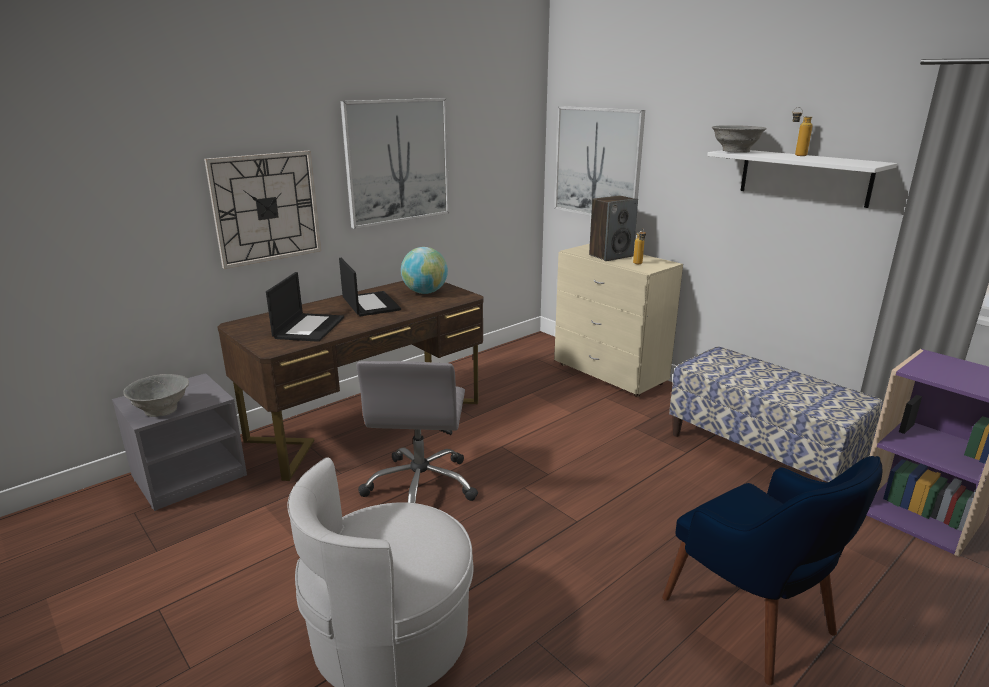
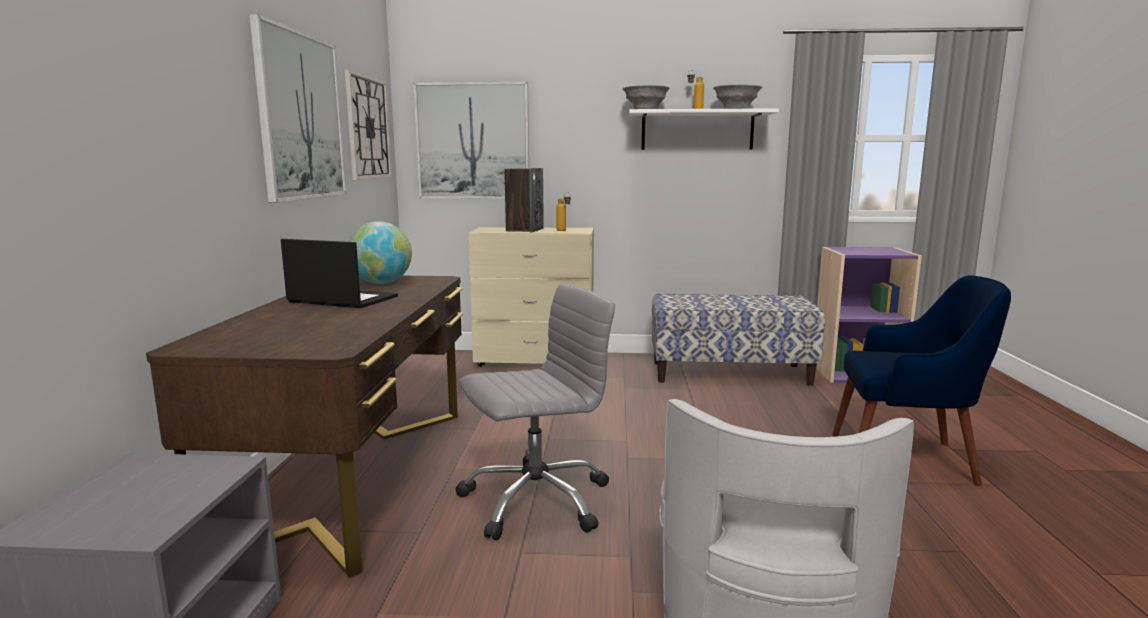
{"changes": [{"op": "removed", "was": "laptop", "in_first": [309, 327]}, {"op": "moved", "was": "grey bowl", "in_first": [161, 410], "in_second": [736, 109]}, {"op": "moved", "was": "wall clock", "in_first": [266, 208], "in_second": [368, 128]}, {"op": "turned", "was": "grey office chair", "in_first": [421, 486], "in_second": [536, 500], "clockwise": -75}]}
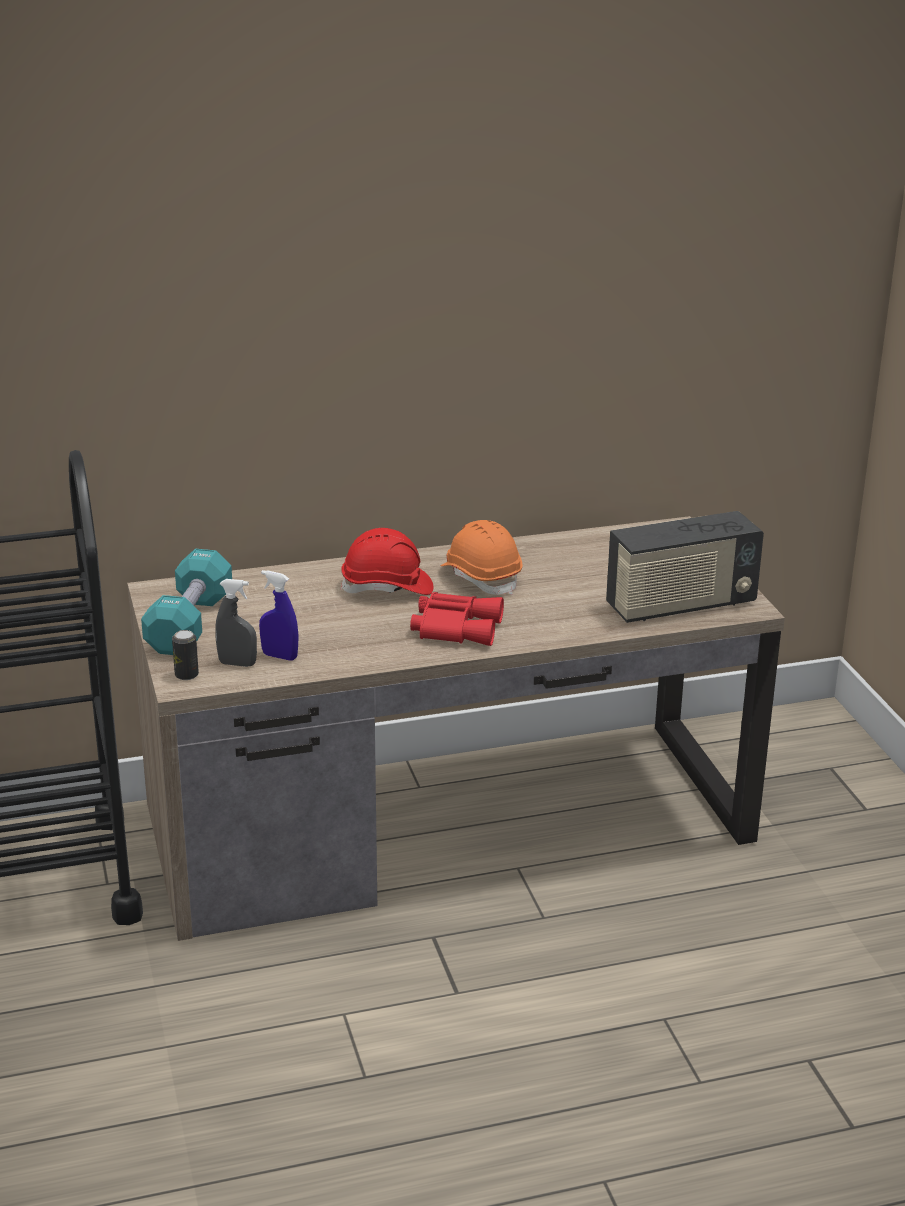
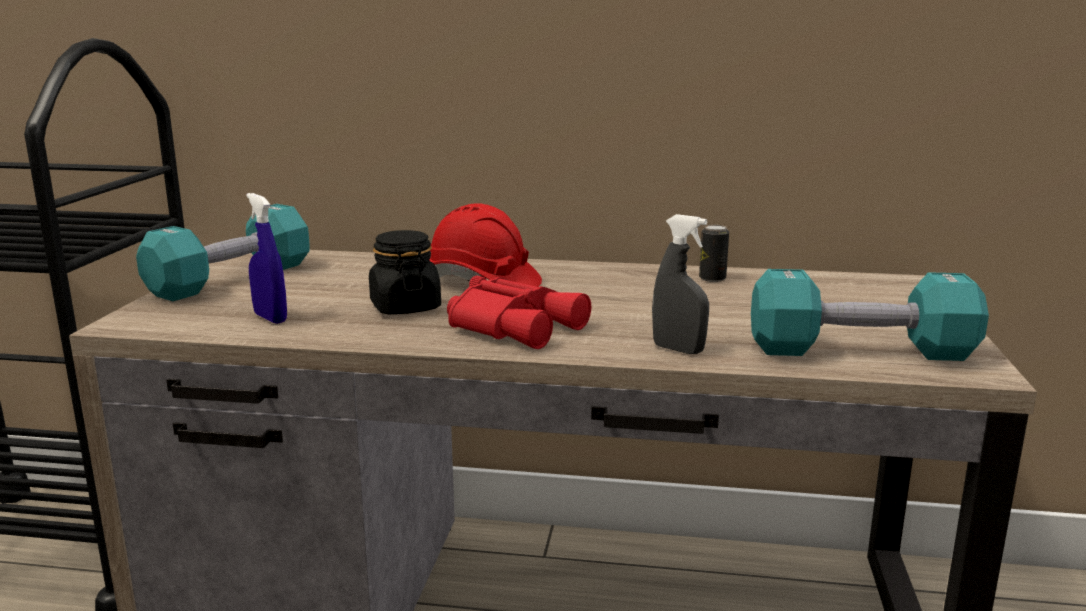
{"changes": [{"op": "removed", "was": "orange hard hat", "in_first": [481, 577]}, {"op": "added", "now": "black jar", "in_second": [405, 307]}, {"op": "moved", "was": "can", "in_first": [186, 675], "in_second": [712, 279]}, {"op": "moved", "was": "grey spray bottle", "in_first": [237, 664], "in_second": [678, 349]}, {"op": "replaced", "was": "radio", "now": "turquoise dumbbell", "in_first": [680, 605], "in_second": [860, 352]}]}
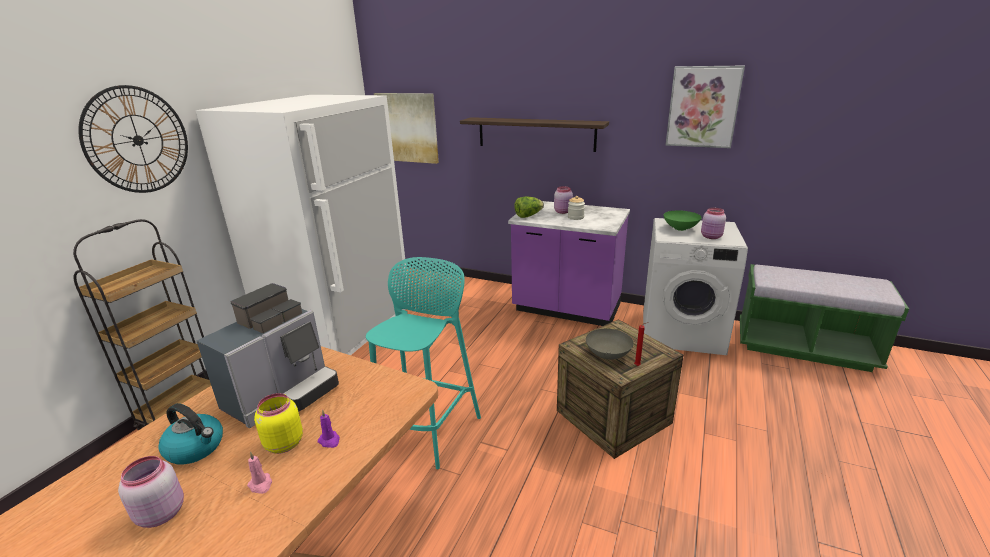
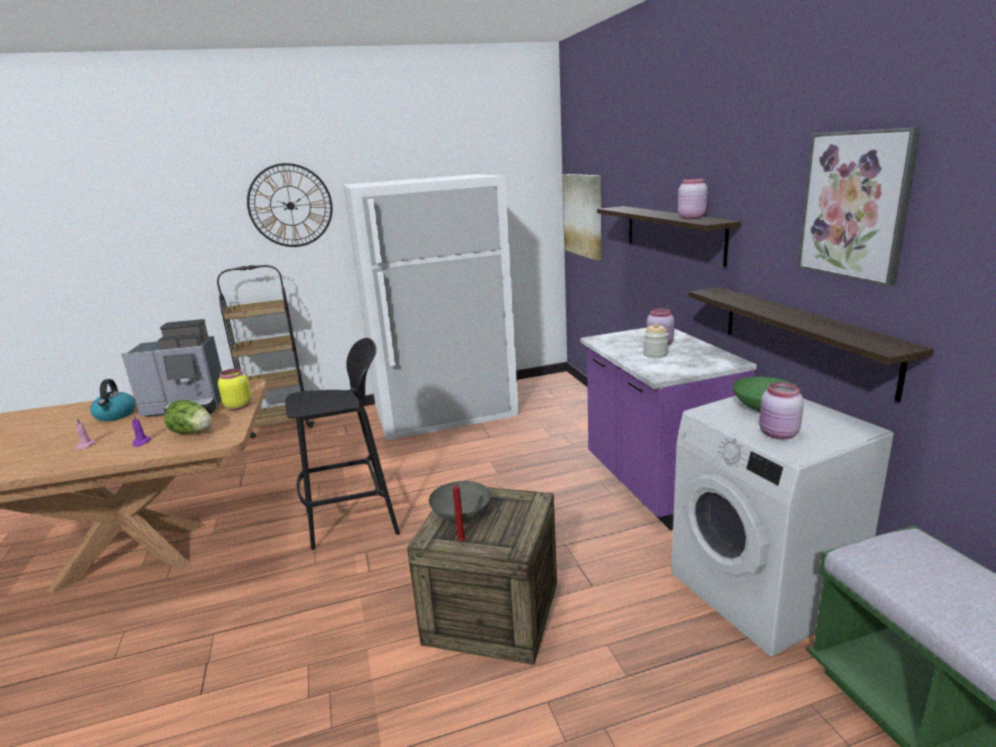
{"changes": [{"op": "added", "now": "shelf", "in_second": [803, 337]}, {"op": "moved", "was": "pink jar", "in_first": [160, 513], "in_second": [691, 218]}, {"op": "moved", "was": "yellow jar", "in_first": [283, 443], "in_second": [238, 406]}, {"op": "moved", "was": "lettuce", "in_first": [528, 216], "in_second": [193, 432]}, {"op": "recoloured", "was": "turquoise stool", "now": "black stool", "in_first": [427, 430], "in_second": [354, 519]}]}
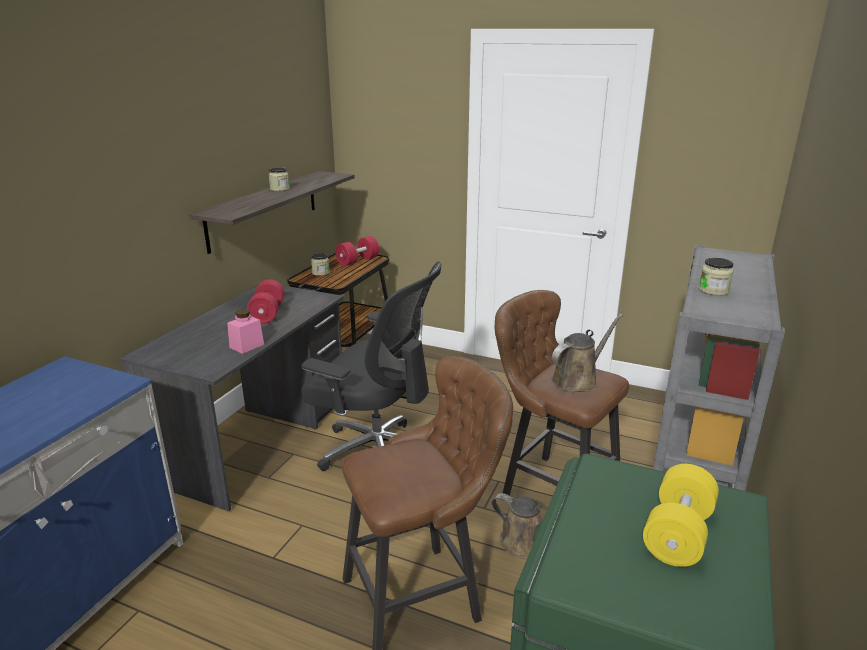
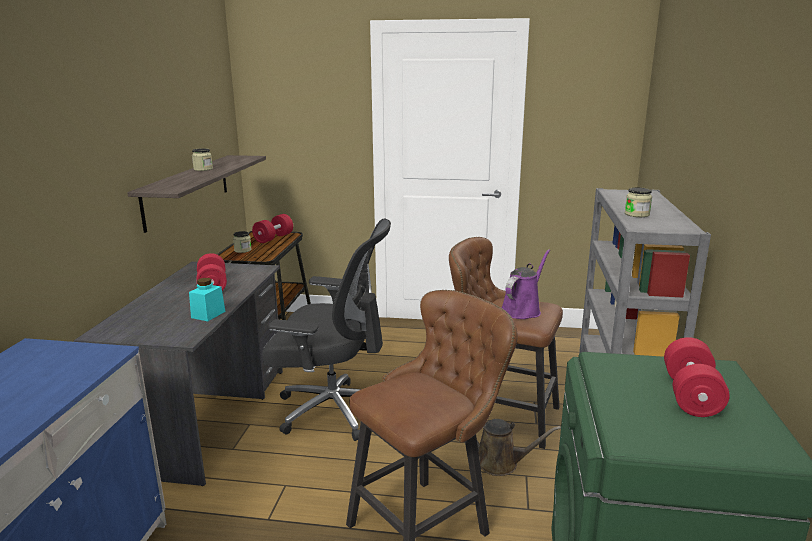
{"changes": [{"op": "recoloured", "was": "pink jar", "now": "turquoise jar", "in_first": [247, 346], "in_second": [208, 314]}, {"op": "recoloured", "was": "brown watering can", "now": "purple watering can", "in_first": [577, 380], "in_second": [522, 310]}, {"op": "recoloured", "was": "yellow dumbbell", "now": "red dumbbell", "in_first": [677, 533], "in_second": [690, 395]}]}
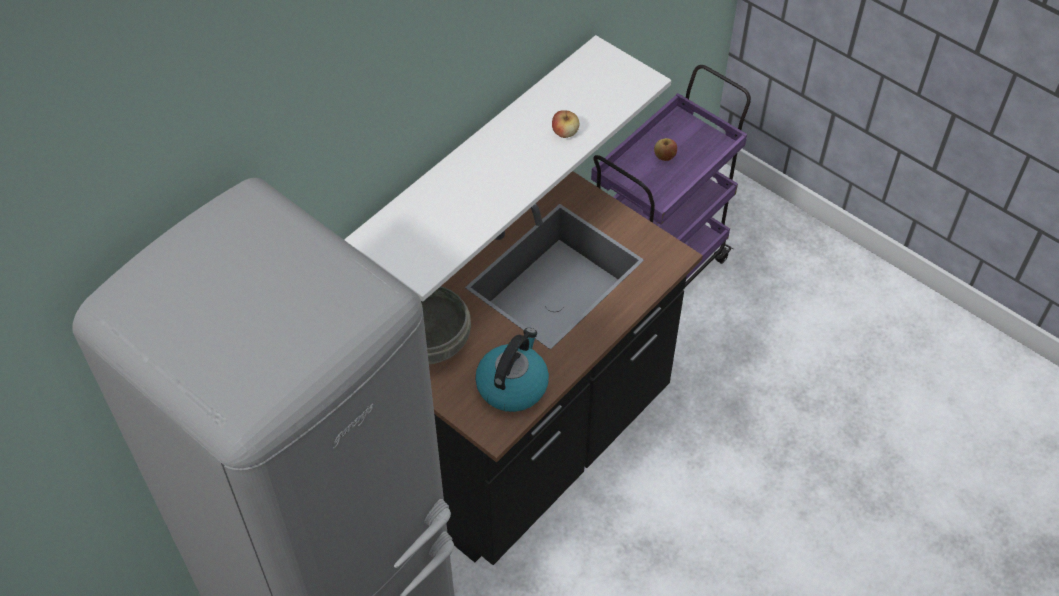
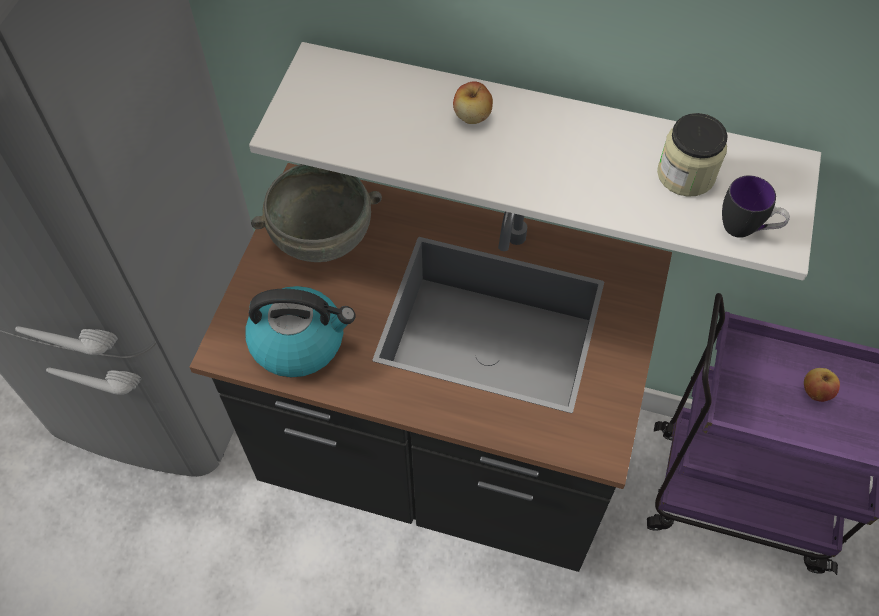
{"changes": [{"op": "added", "now": "jar", "in_second": [686, 174]}, {"op": "added", "now": "mug", "in_second": [746, 230]}, {"op": "moved", "was": "apple", "in_first": [565, 132], "in_second": [472, 116]}]}
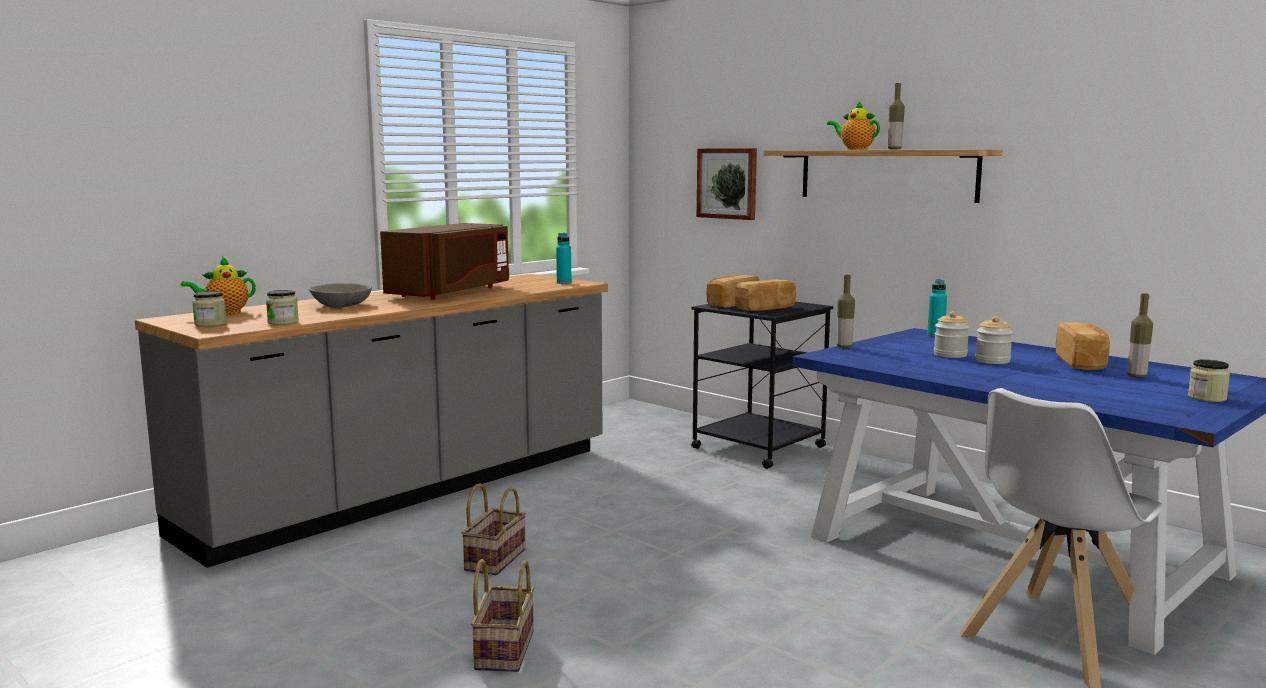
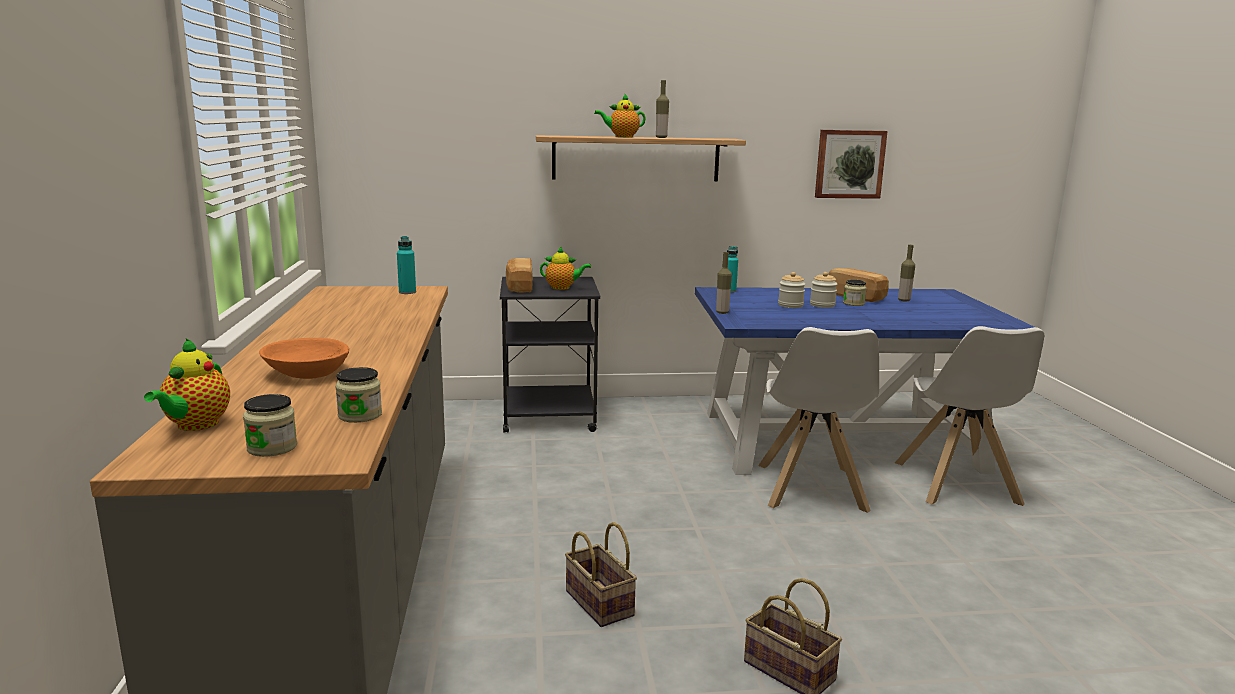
{"changes": [{"op": "removed", "was": "brown microwave", "in_first": [451, 292]}, {"op": "added", "now": "chair", "in_second": [811, 489]}, {"op": "moved", "was": "picture", "in_first": [727, 183], "in_second": [849, 164]}, {"op": "moved", "was": "jar", "in_first": [1207, 398], "in_second": [853, 303]}, {"op": "replaced", "was": "bread", "now": "teapot", "in_first": [766, 309], "in_second": [563, 288]}, {"op": "recoloured", "was": "grey bowl", "now": "orange bowl", "in_first": [341, 305], "in_second": [307, 372]}]}
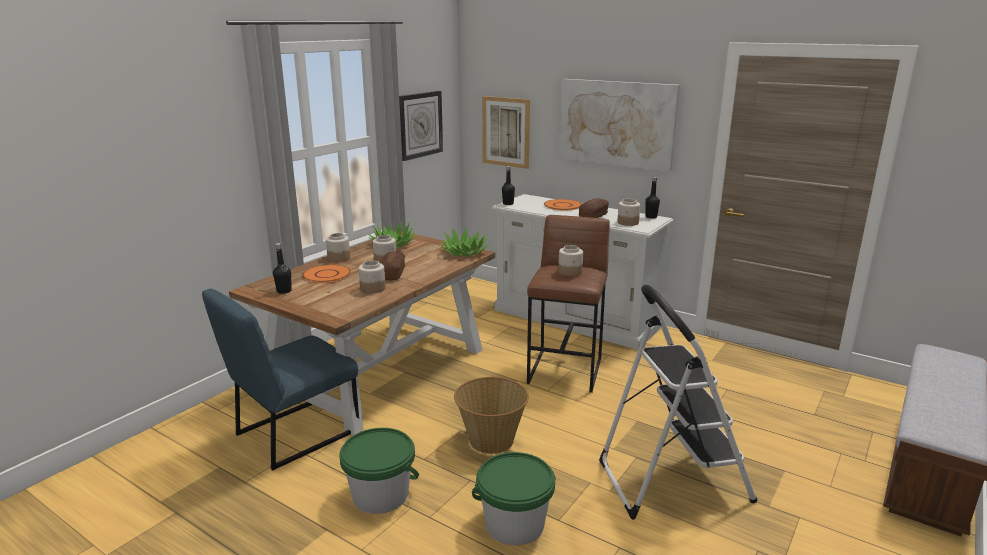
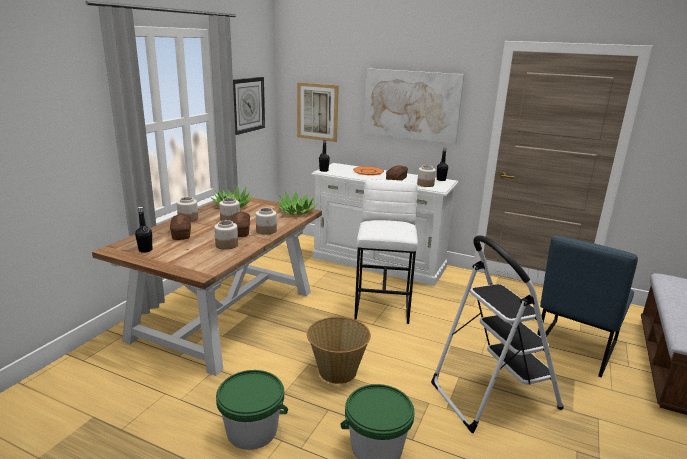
{"changes": [{"op": "moved", "was": "blue chair", "in_first": [294, 433], "in_second": [574, 347]}, {"op": "moved", "was": "jar", "in_first": [570, 272], "in_second": [266, 231]}, {"op": "replaced", "was": "orange plate", "now": "bread", "in_first": [327, 274], "in_second": [181, 234]}, {"op": "recoloured", "was": "brown stool", "now": "white stool", "in_first": [565, 370], "in_second": [382, 305]}]}
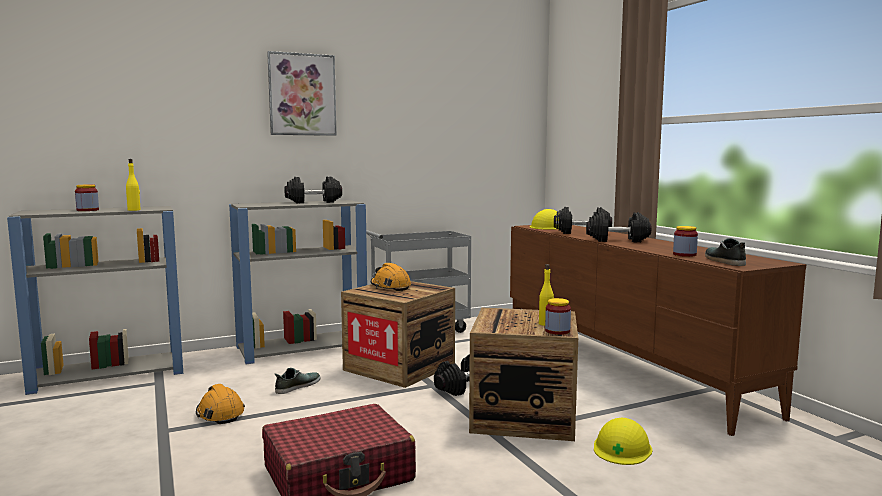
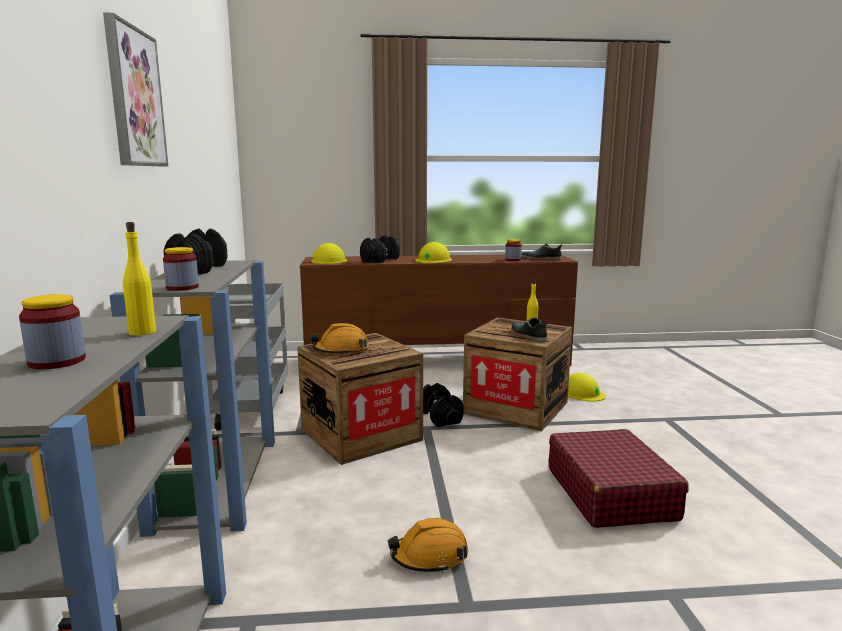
{"changes": [{"op": "moved", "was": "shoe", "in_first": [297, 386], "in_second": [528, 336]}, {"op": "moved", "was": "jar", "in_first": [557, 331], "in_second": [182, 287]}, {"op": "replaced", "was": "black dumbbell", "now": "yellow hard hat", "in_first": [617, 240], "in_second": [433, 260]}]}
